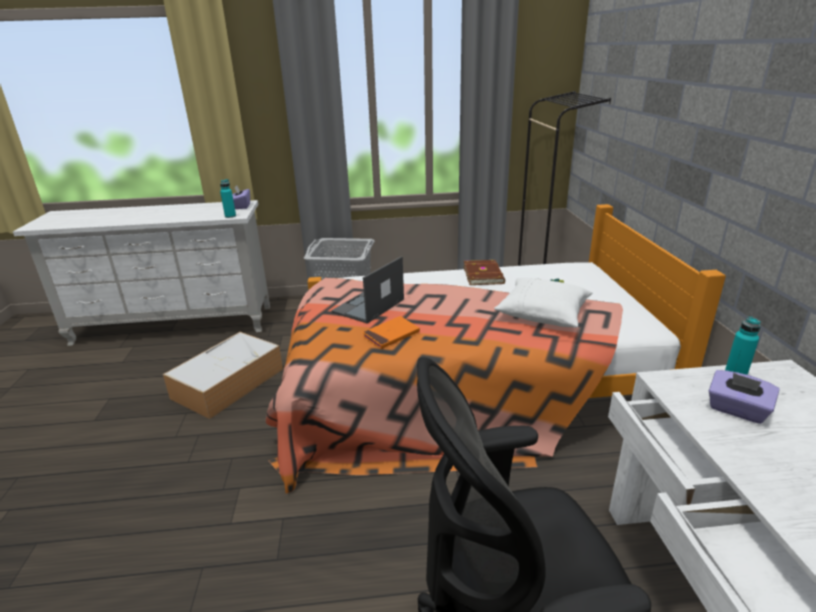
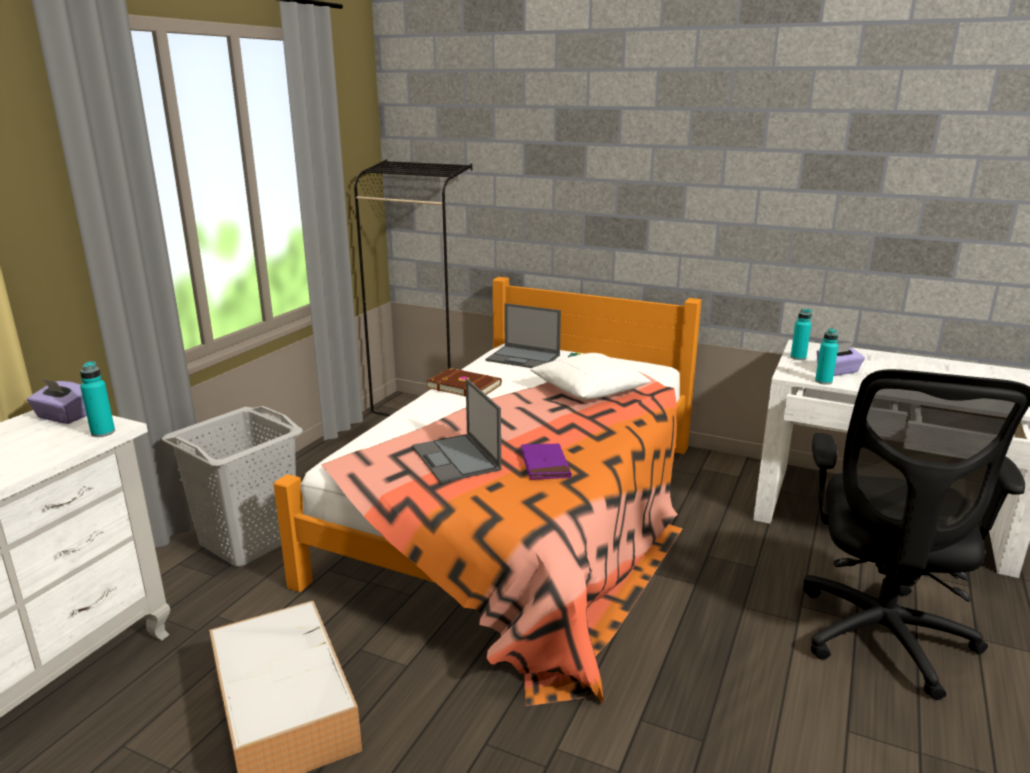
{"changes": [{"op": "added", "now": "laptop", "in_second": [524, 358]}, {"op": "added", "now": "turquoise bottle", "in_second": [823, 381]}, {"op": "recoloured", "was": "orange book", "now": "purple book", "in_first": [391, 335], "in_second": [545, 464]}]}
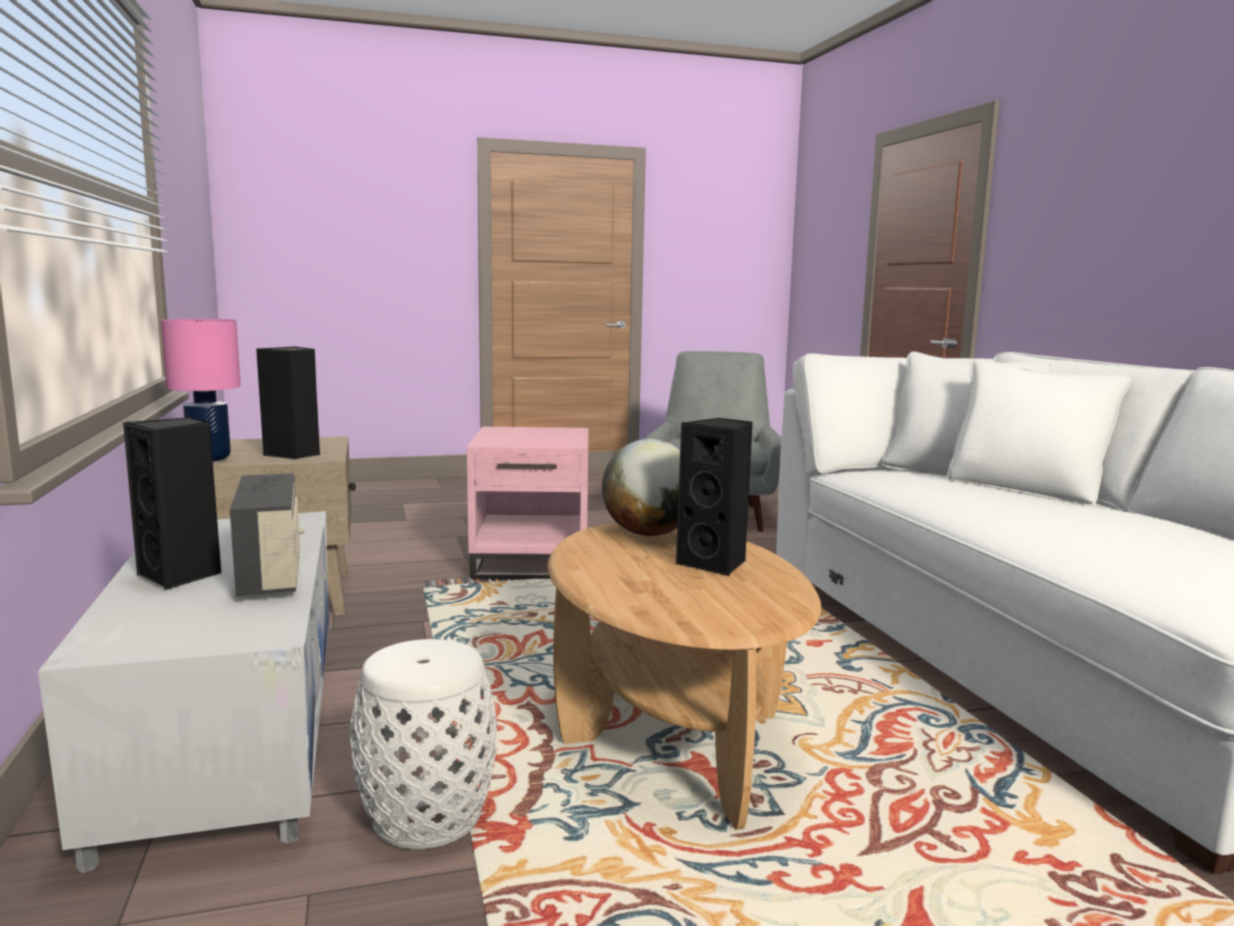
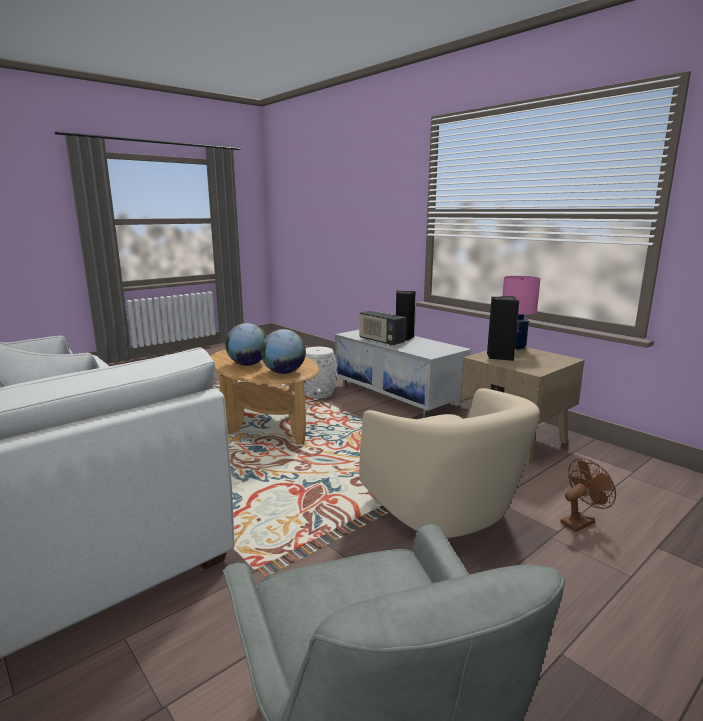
{"changes": [{"op": "added", "now": "brown fan", "in_second": [580, 521]}, {"op": "replaced", "was": "pink side table", "now": "beige armchair", "in_first": [533, 561], "in_second": [444, 512]}, {"op": "replaced", "was": "black speaker", "now": "globe", "in_first": [715, 564], "in_second": [248, 364]}]}
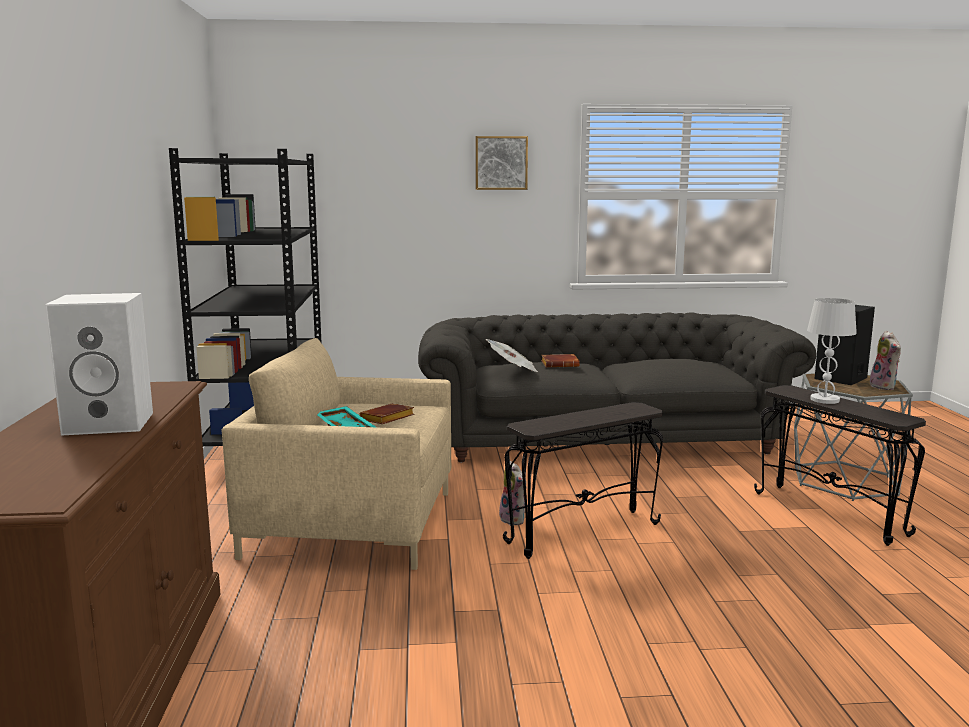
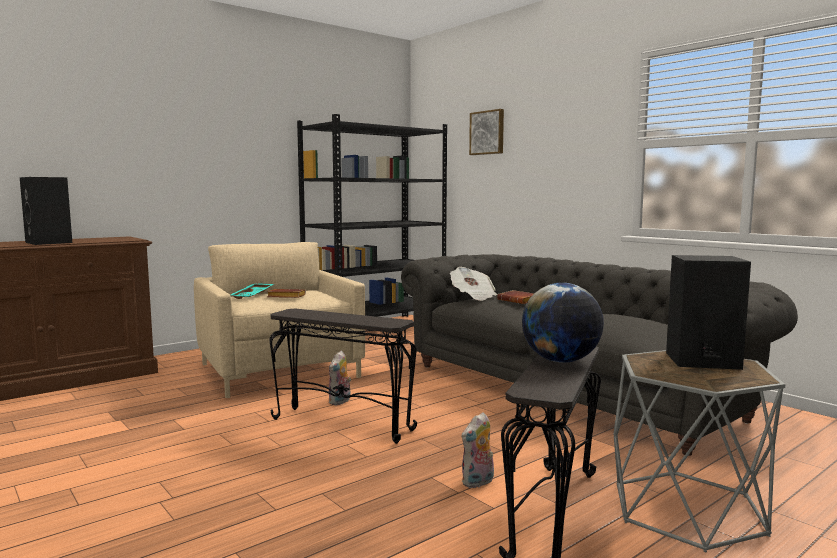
{"changes": [{"op": "moved", "was": "picture", "in_first": [501, 163], "in_second": [487, 132]}, {"op": "moved", "was": "plush toy", "in_first": [885, 387], "in_second": [478, 482]}, {"op": "replaced", "was": "white table lamp", "now": "globe", "in_first": [825, 400], "in_second": [560, 361]}, {"op": "recoloured", "was": "white speaker", "now": "black speaker", "in_first": [111, 423], "in_second": [50, 242]}]}
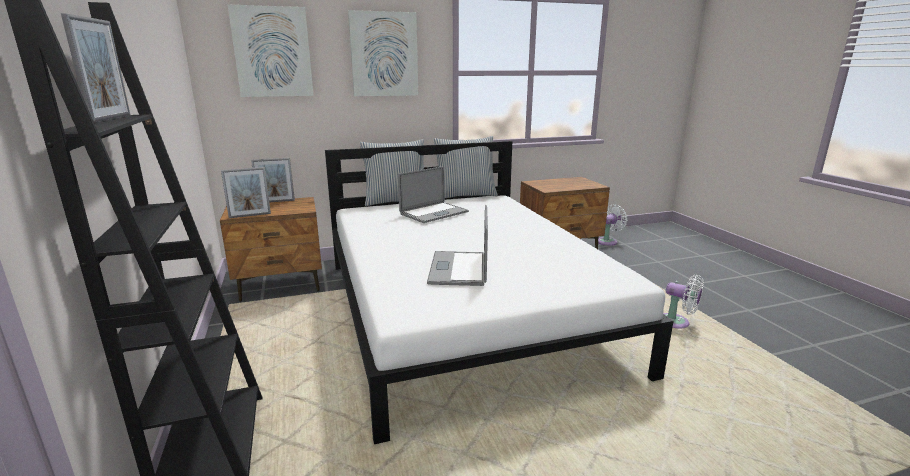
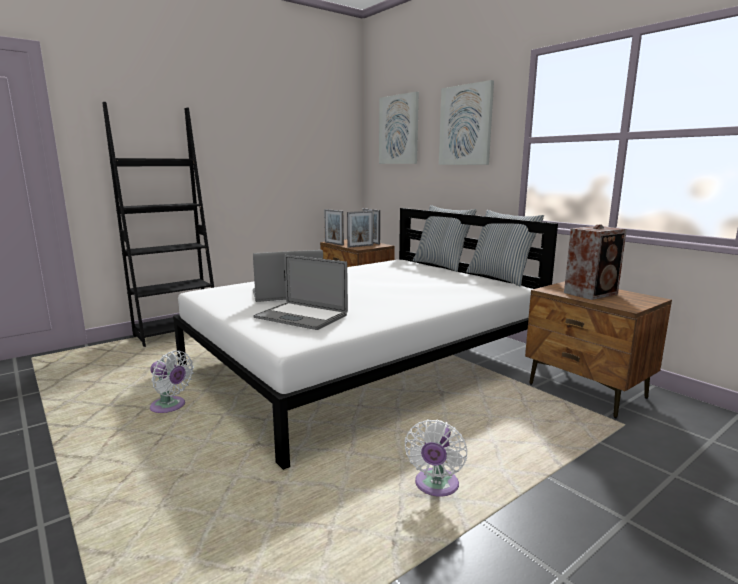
{"changes": [{"op": "added", "now": "speaker", "in_second": [592, 293]}, {"op": "moved", "was": "picture frame", "in_first": [111, 118], "in_second": [360, 246]}, {"op": "moved", "was": "laptop", "in_first": [434, 213], "in_second": [301, 316]}, {"op": "moved", "was": "white fan", "in_first": [608, 241], "in_second": [170, 407]}]}
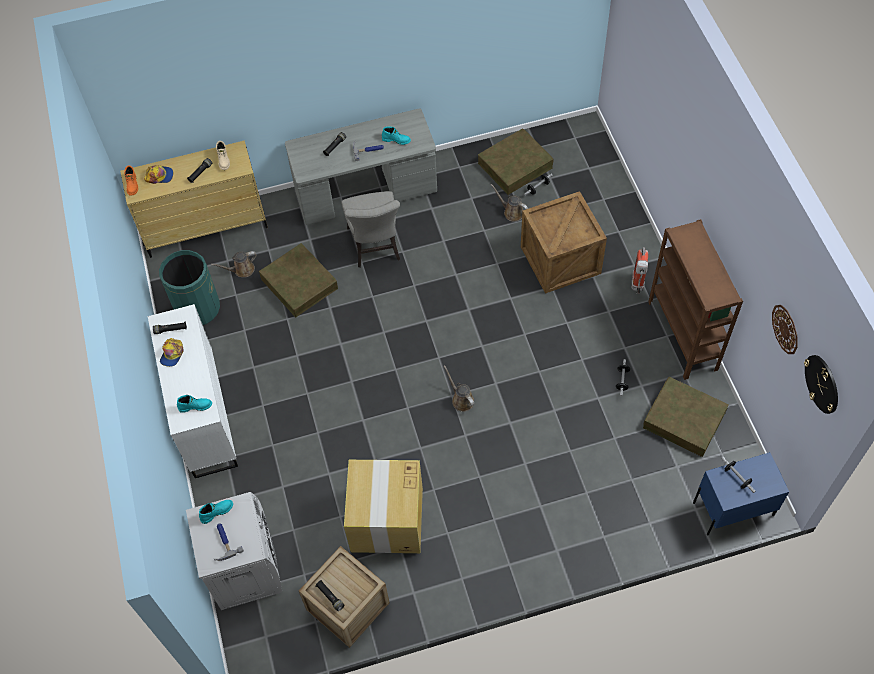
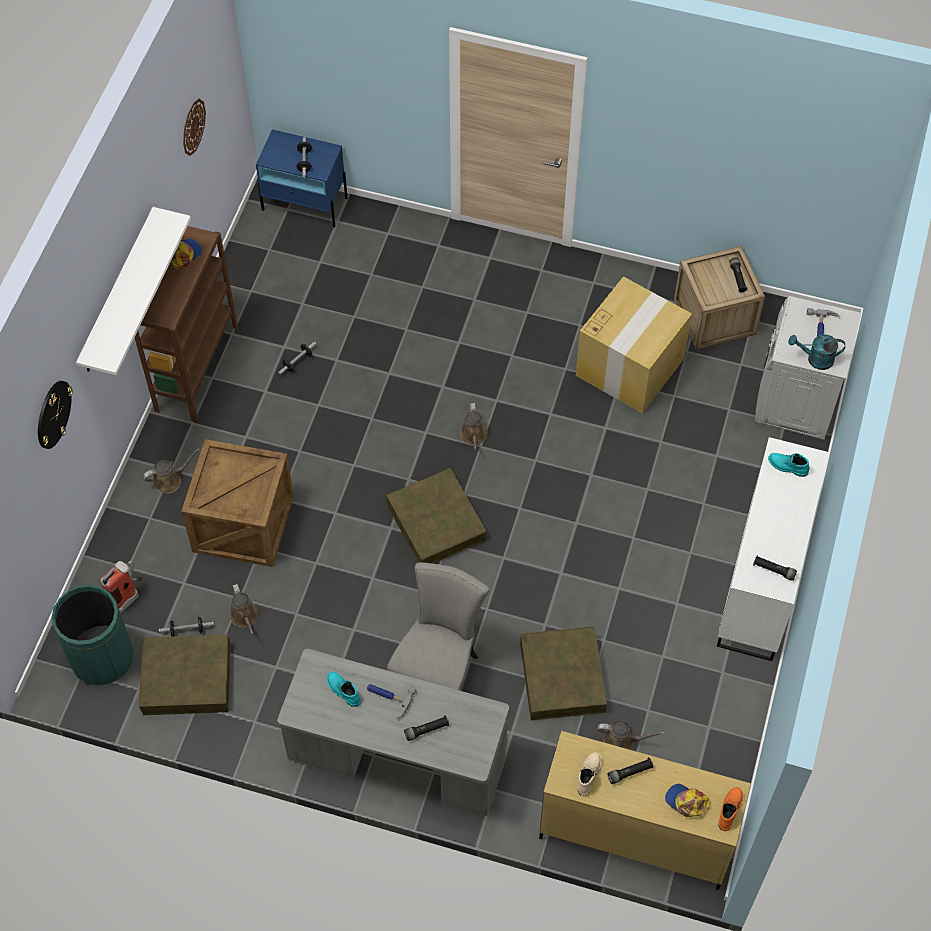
{"changes": [{"op": "added", "now": "white shelf", "in_second": [118, 292]}, {"op": "added", "now": "brown watering can", "in_second": [170, 480]}, {"op": "moved", "was": "green trash can", "in_first": [198, 308], "in_second": [102, 658]}, {"op": "moved", "was": "cap", "in_first": [172, 354], "in_second": [184, 254]}, {"op": "moved", "was": "fire extinguisher", "in_first": [637, 286], "in_second": [128, 597]}, {"op": "moved", "was": "brown storage box", "in_first": [684, 420], "in_second": [436, 522]}, {"op": "moved", "was": "wall clock", "in_first": [822, 383], "in_second": [53, 414]}, {"op": "replaced", "was": "turquoise boot", "now": "turquoise watering can", "in_first": [217, 511], "in_second": [815, 359]}]}
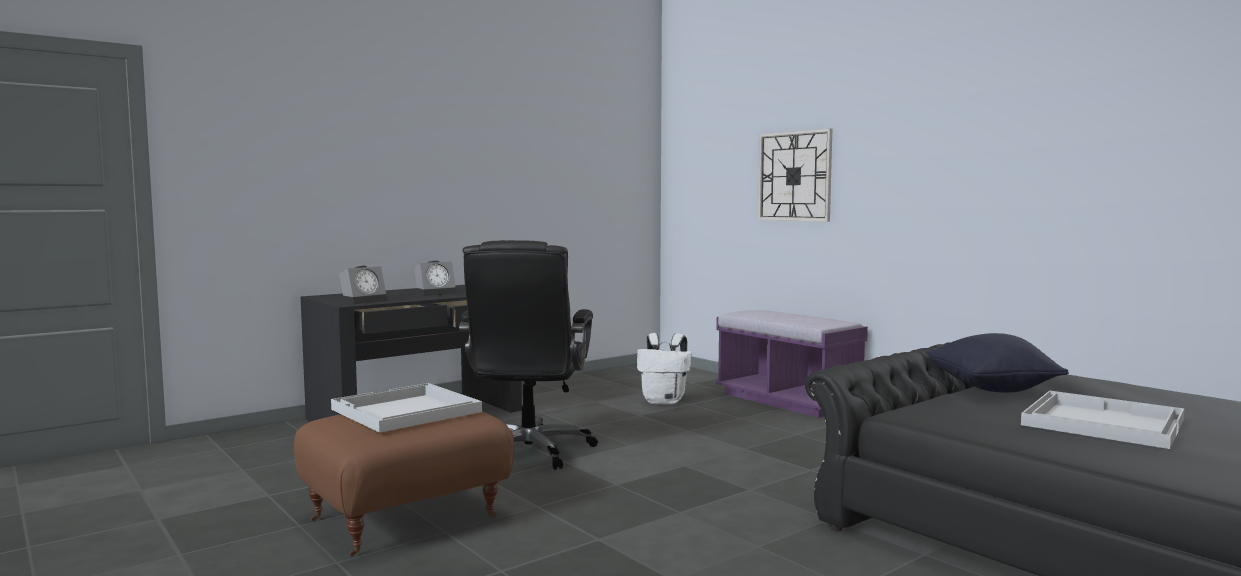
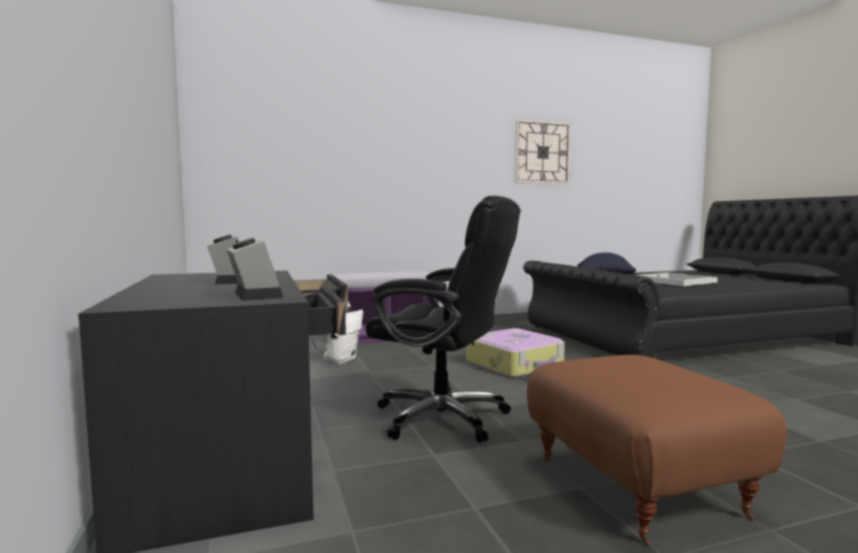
{"changes": [{"op": "removed", "was": "white tray", "in_first": [405, 411]}, {"op": "added", "now": "suitcase", "in_second": [515, 365]}, {"op": "moved", "was": "wall clock", "in_first": [794, 176], "in_second": [542, 152]}]}
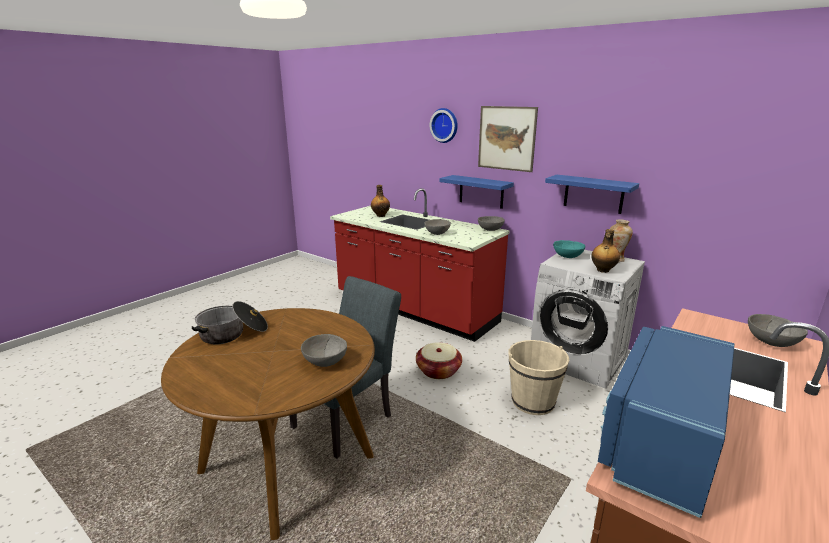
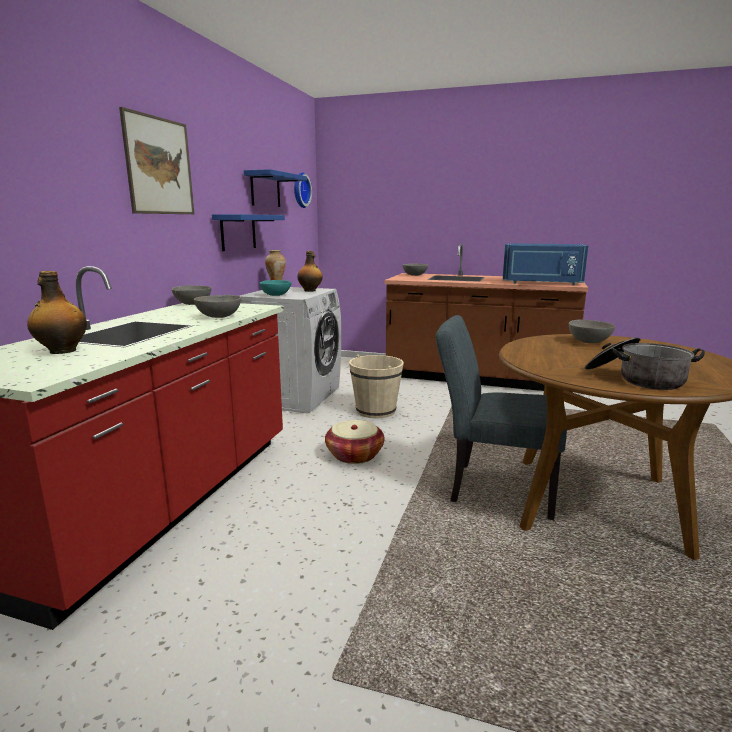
{"changes": [{"op": "moved", "was": "wall clock", "in_first": [445, 125], "in_second": [300, 190]}, {"op": "moved", "was": "blue shelf", "in_first": [481, 191], "in_second": [265, 190]}]}
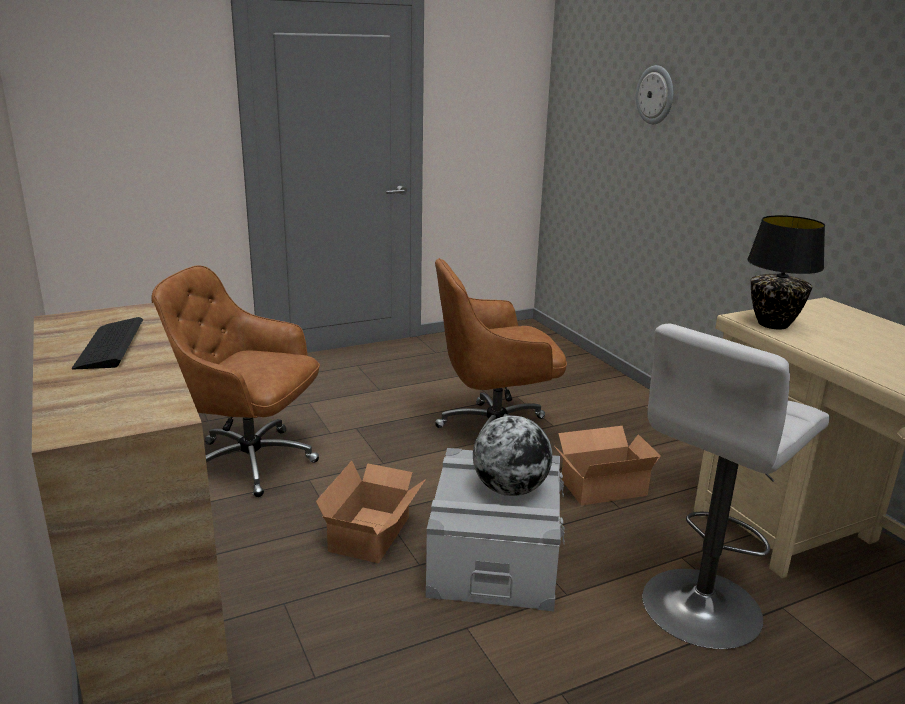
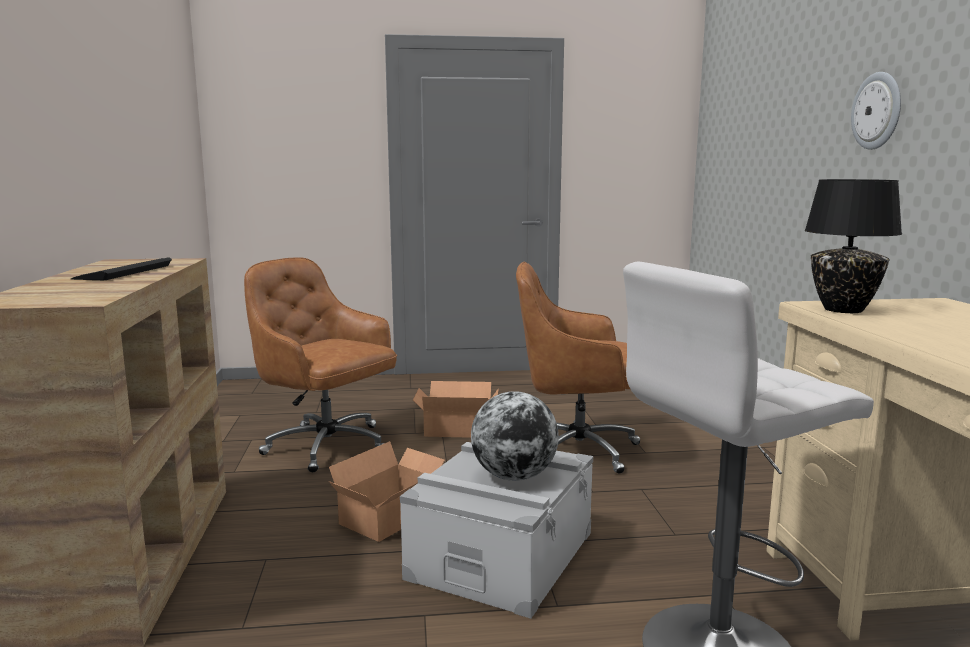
{"changes": [{"op": "moved", "was": "cardboard box", "in_first": [600, 486], "in_second": [456, 428]}, {"op": "moved", "was": "wall clock", "in_first": [655, 95], "in_second": [877, 111]}]}
